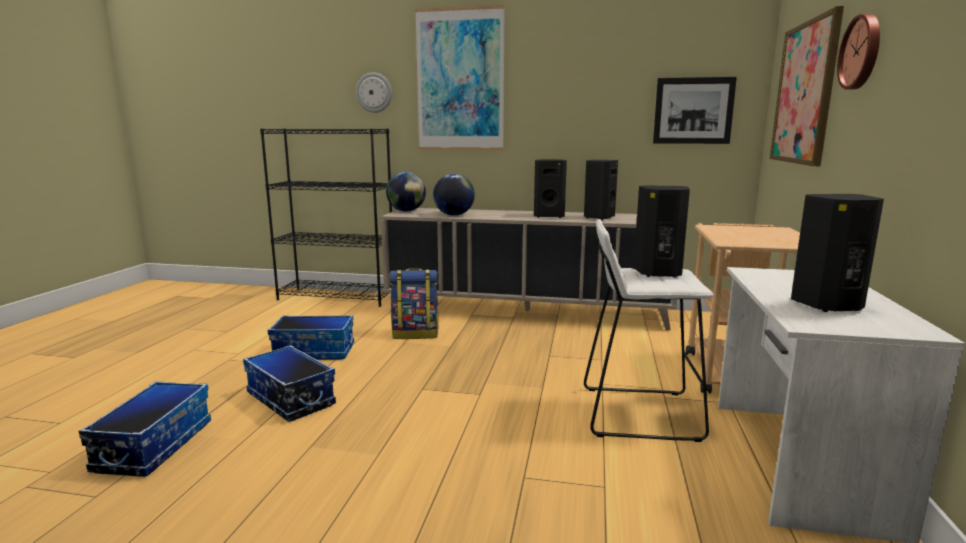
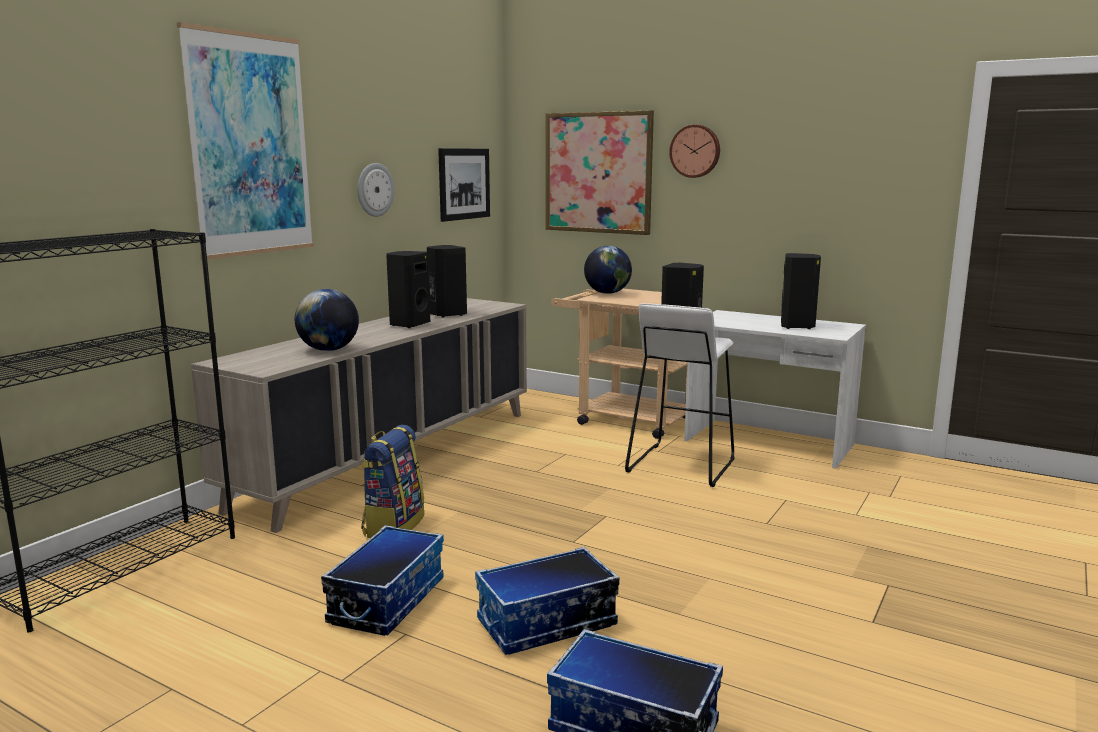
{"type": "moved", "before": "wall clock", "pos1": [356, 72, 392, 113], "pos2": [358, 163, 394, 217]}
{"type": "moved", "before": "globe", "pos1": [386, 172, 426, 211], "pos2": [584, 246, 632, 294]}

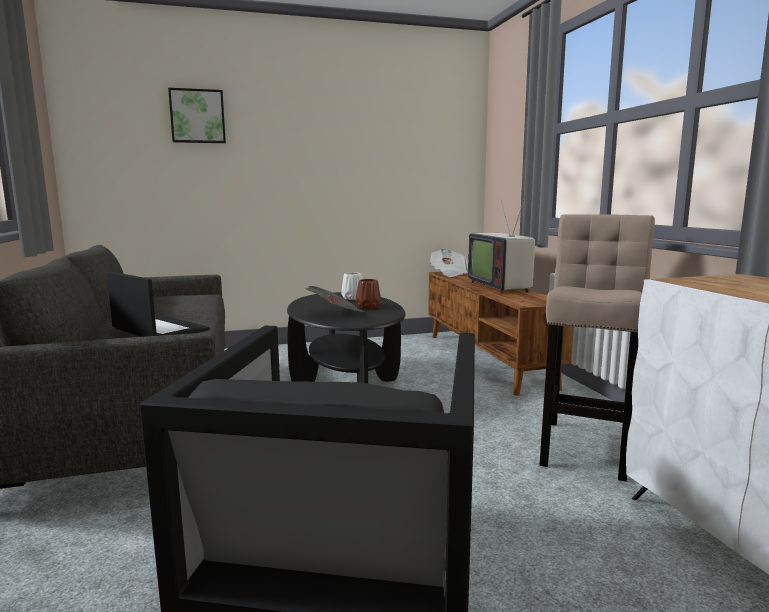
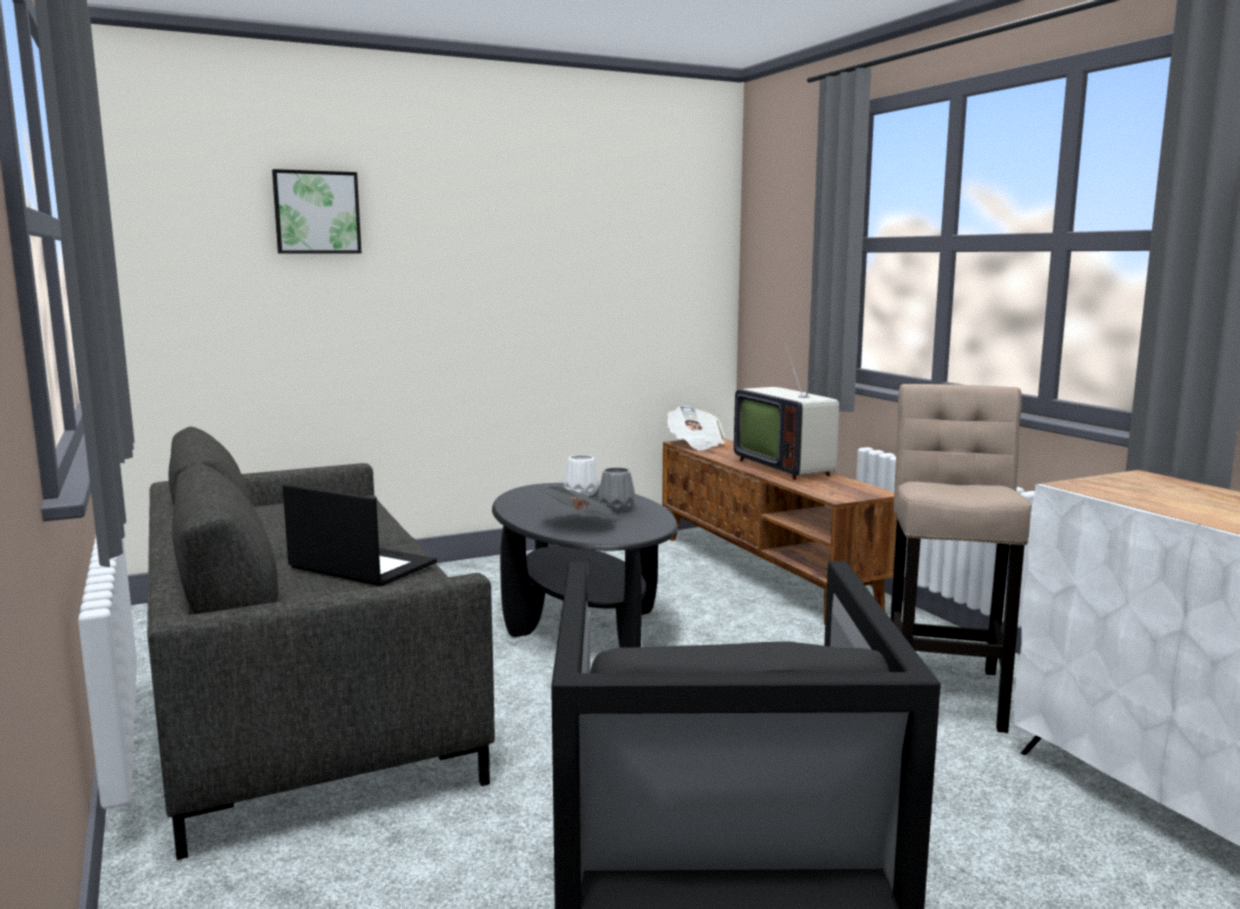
{"type": "recoloured", "before": "vase/brown", "after": "vase/grey", "pos1": [356, 279, 381, 309], "pos2": [598, 467, 635, 512]}

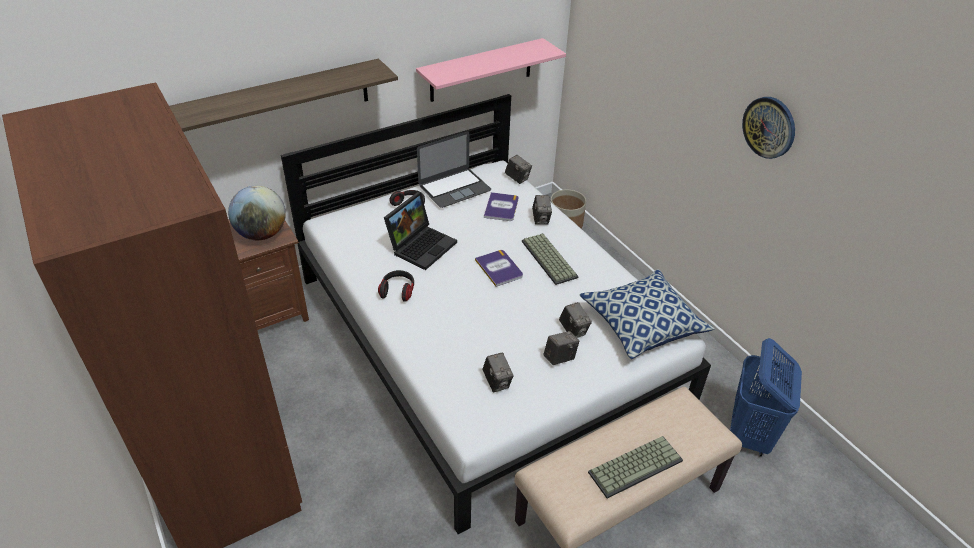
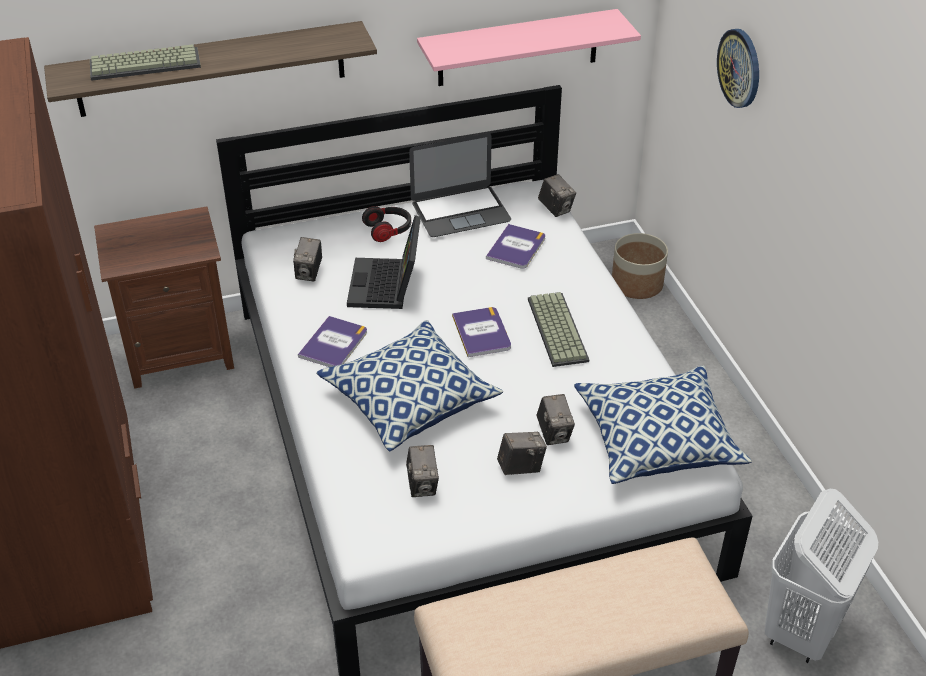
{"type": "removed", "before": "globe", "pos1": [228, 186, 286, 240]}
{"type": "added", "after": "pillow", "pos2": [316, 320, 503, 451]}
{"type": "moved", "before": "photo camera", "pos1": [532, 195, 552, 225], "pos2": [293, 237, 322, 282]}
{"type": "moved", "before": "keyboard", "pos1": [588, 436, 683, 498], "pos2": [90, 44, 201, 81]}
{"type": "moved", "before": "wall clock", "pos1": [742, 97, 795, 159], "pos2": [717, 29, 759, 108]}
{"type": "replaced", "before": "headphones", "after": "book", "pos1": [378, 270, 414, 302], "pos2": [298, 316, 367, 367]}
{"type": "recoloured", "before": "laundry basket/blue", "after": "laundry basket/white", "pos1": [730, 338, 802, 457], "pos2": [765, 489, 878, 663]}
{"type": "turned", "before": "laptop", "pos1": [384, 192, 457, 270], "pos2": [347, 215, 421, 309], "turn": 135}

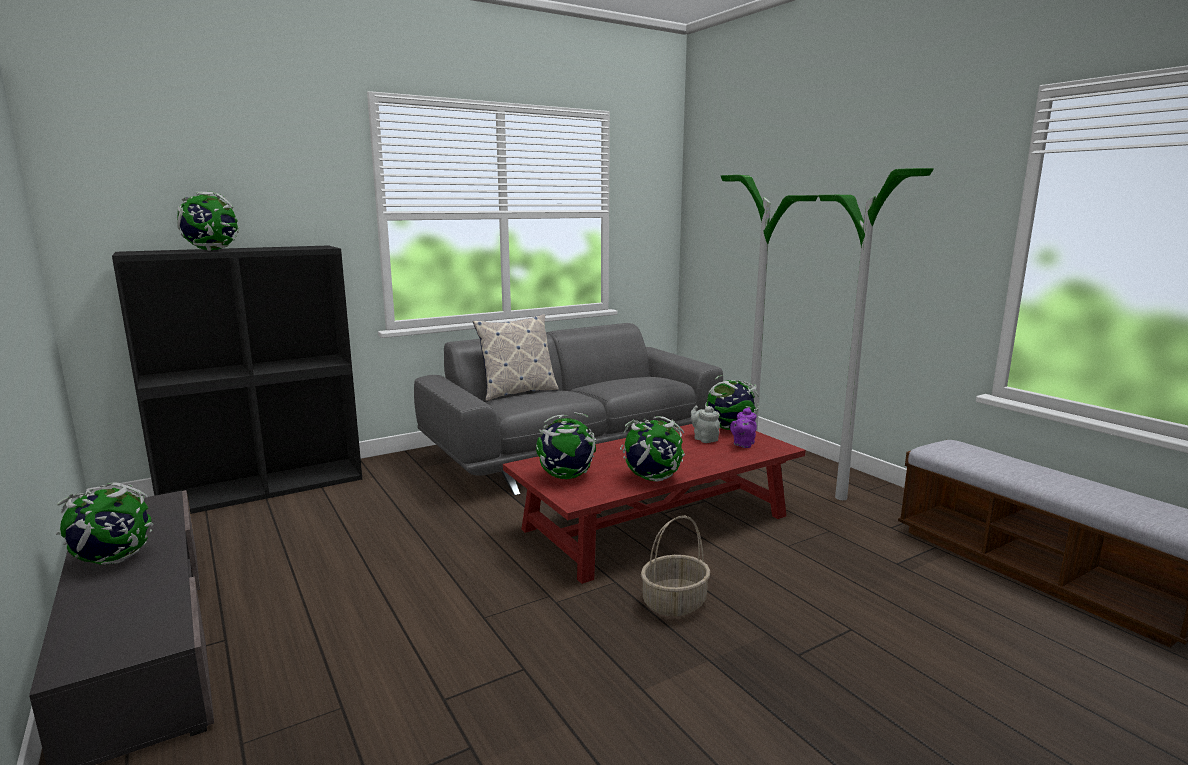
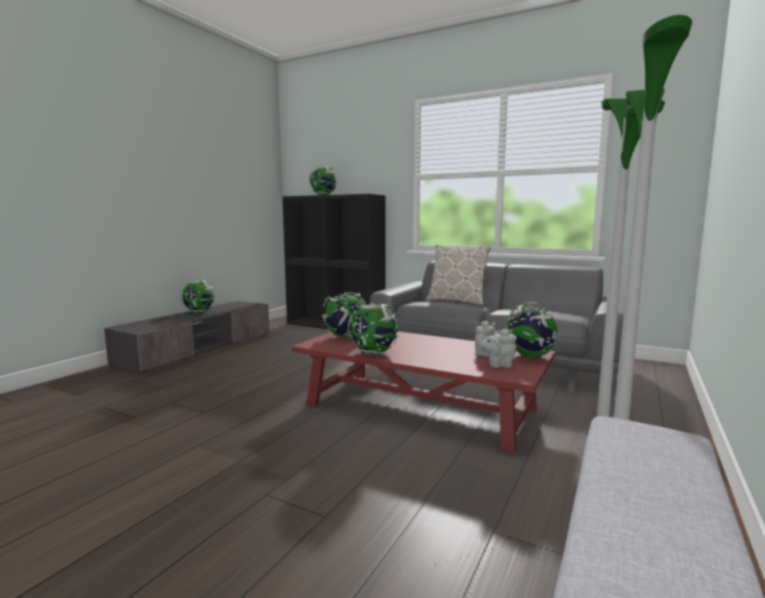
{"type": "removed", "before": "basket", "pos1": [641, 516, 710, 616]}
{"type": "recoloured", "before": "teapot/purple", "after": "teapot/grey", "pos1": [730, 407, 757, 448], "pos2": [477, 329, 517, 368]}

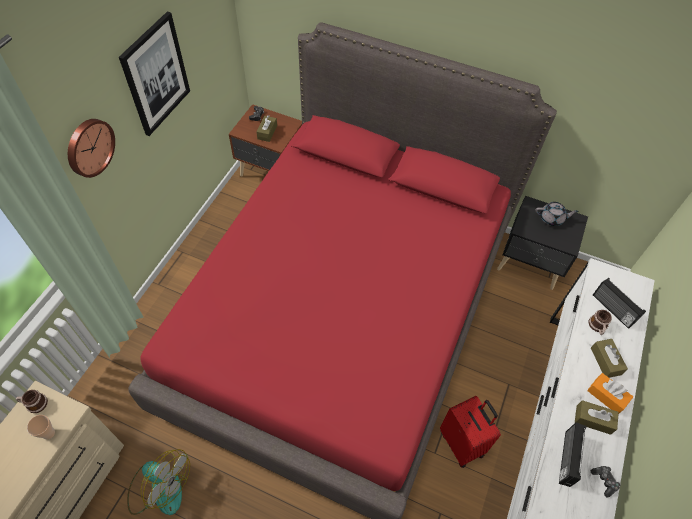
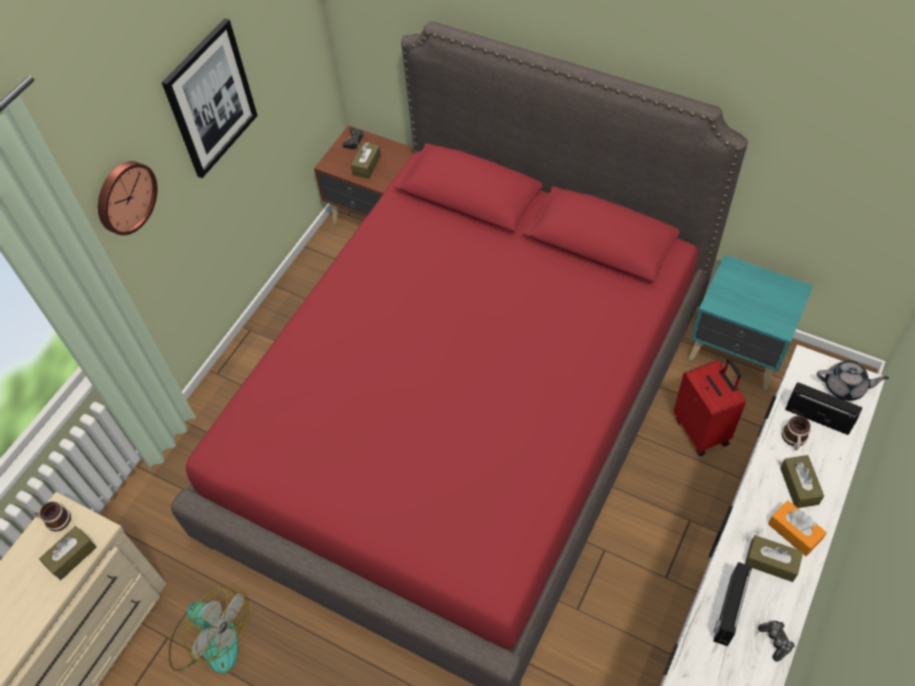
{"type": "moved", "before": "suitcase/red", "pos1": [440, 396, 501, 468], "pos2": [674, 358, 746, 456]}
{"type": "moved", "before": "teapot/grey", "pos1": [536, 202, 579, 226], "pos2": [817, 360, 889, 401]}
{"type": "replaced", "before": "cup", "after": "tissue box/brown", "pos1": [27, 415, 55, 439], "pos2": [39, 526, 97, 580]}
{"type": "recoloured", "before": "nightstand/black", "after": "nightstand/turquoise", "pos1": [497, 196, 588, 290], "pos2": [688, 255, 813, 390]}
{"type": "turned", "before": "radio", "pos1": [593, 278, 646, 329], "pos2": [785, 382, 862, 435], "turn": 150}

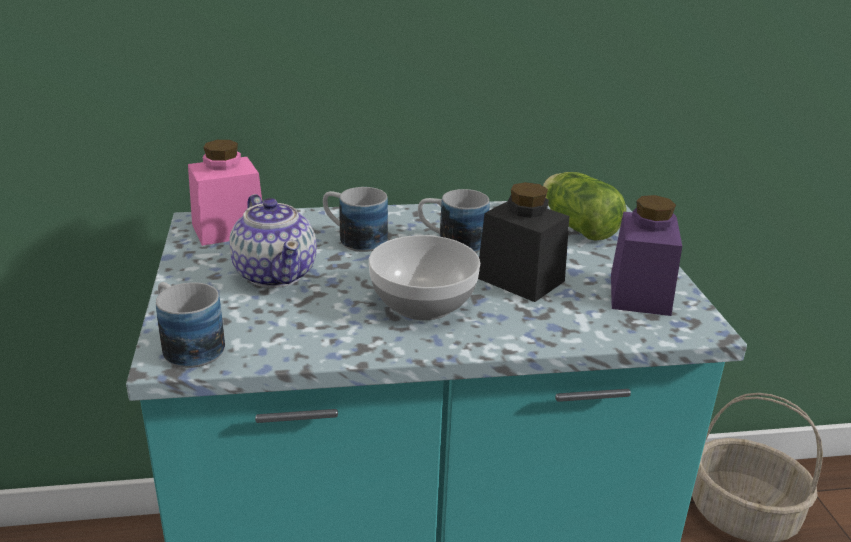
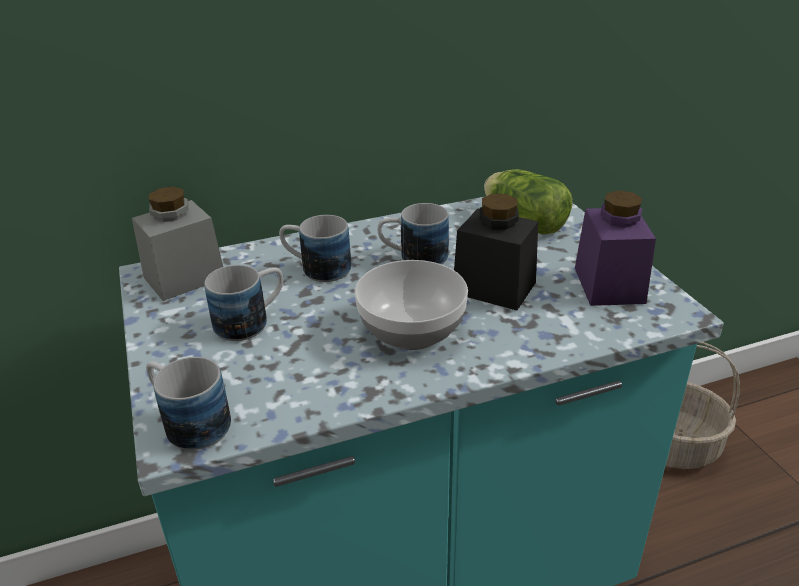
{"type": "replaced", "before": "teapot", "after": "mug", "pos1": [229, 194, 317, 288], "pos2": [204, 265, 283, 341]}
{"type": "recoloured", "before": "jar/pink", "after": "jar/grey", "pos1": [188, 140, 262, 246], "pos2": [132, 187, 223, 301]}

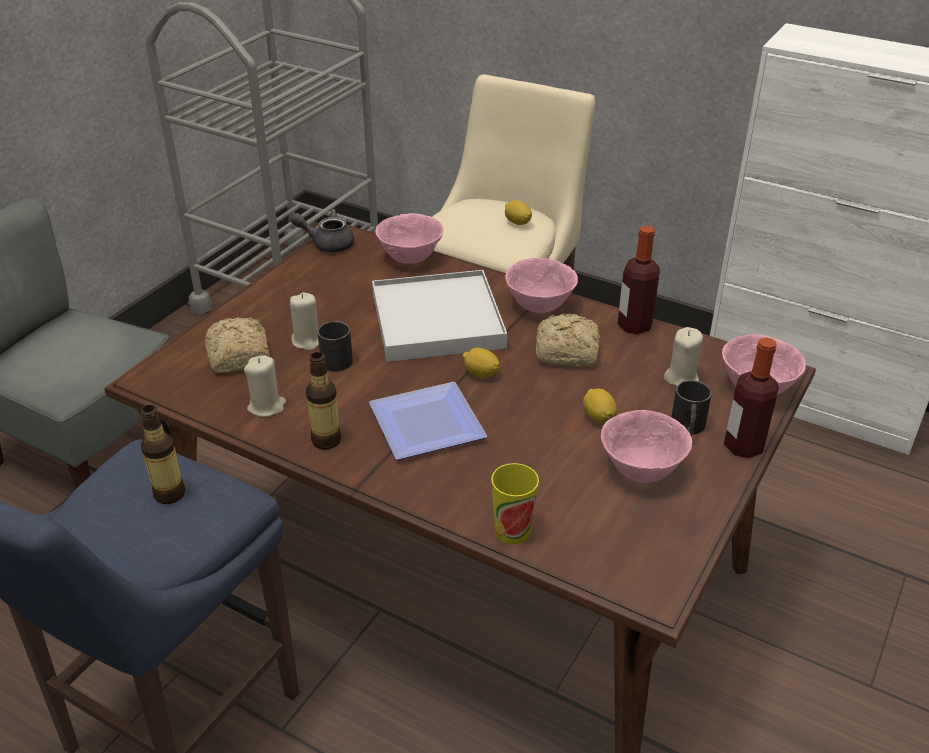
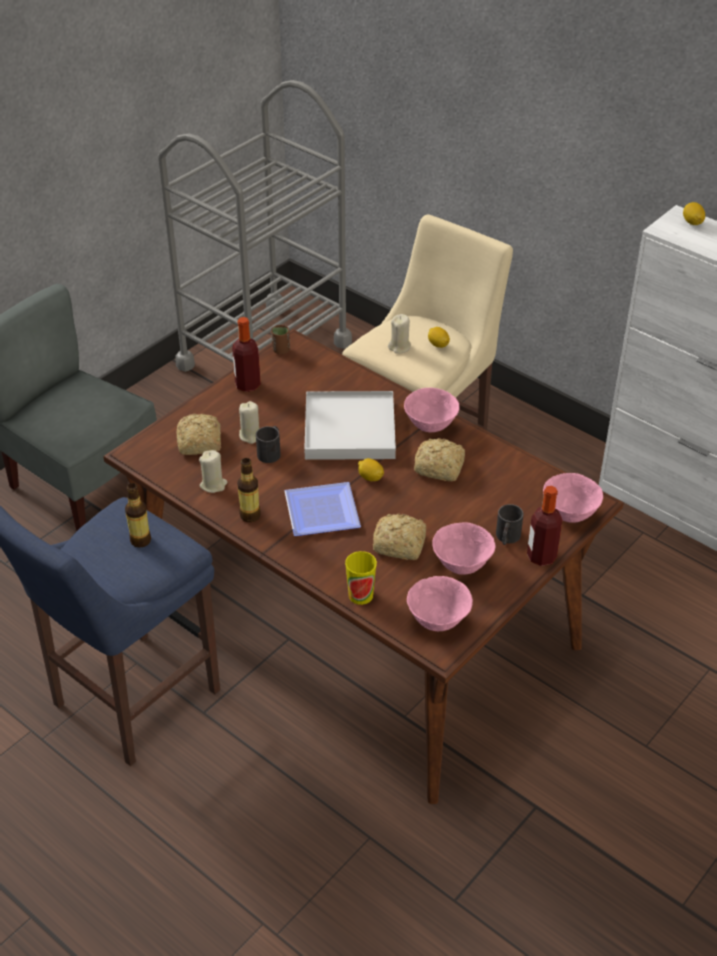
{"type": "added", "after": "bread", "pos2": [373, 514, 426, 560]}
{"type": "moved", "before": "bowl/pink", "pos1": [375, 213, 444, 264], "pos2": [407, 576, 473, 631]}
{"type": "moved", "before": "lemon", "pos1": [583, 389, 617, 424], "pos2": [683, 202, 705, 225]}
{"type": "moved", "before": "bottle", "pos1": [617, 225, 660, 335], "pos2": [232, 317, 261, 392]}
{"type": "moved", "before": "candle/beige", "pos1": [664, 327, 703, 387], "pos2": [388, 314, 411, 354]}
{"type": "replaced", "before": "teapot/grey", "after": "cup/brown", "pos1": [290, 209, 354, 252], "pos2": [271, 325, 290, 355]}

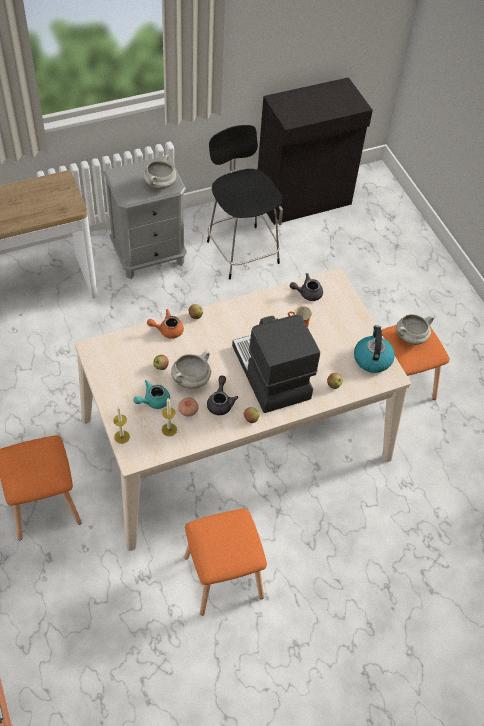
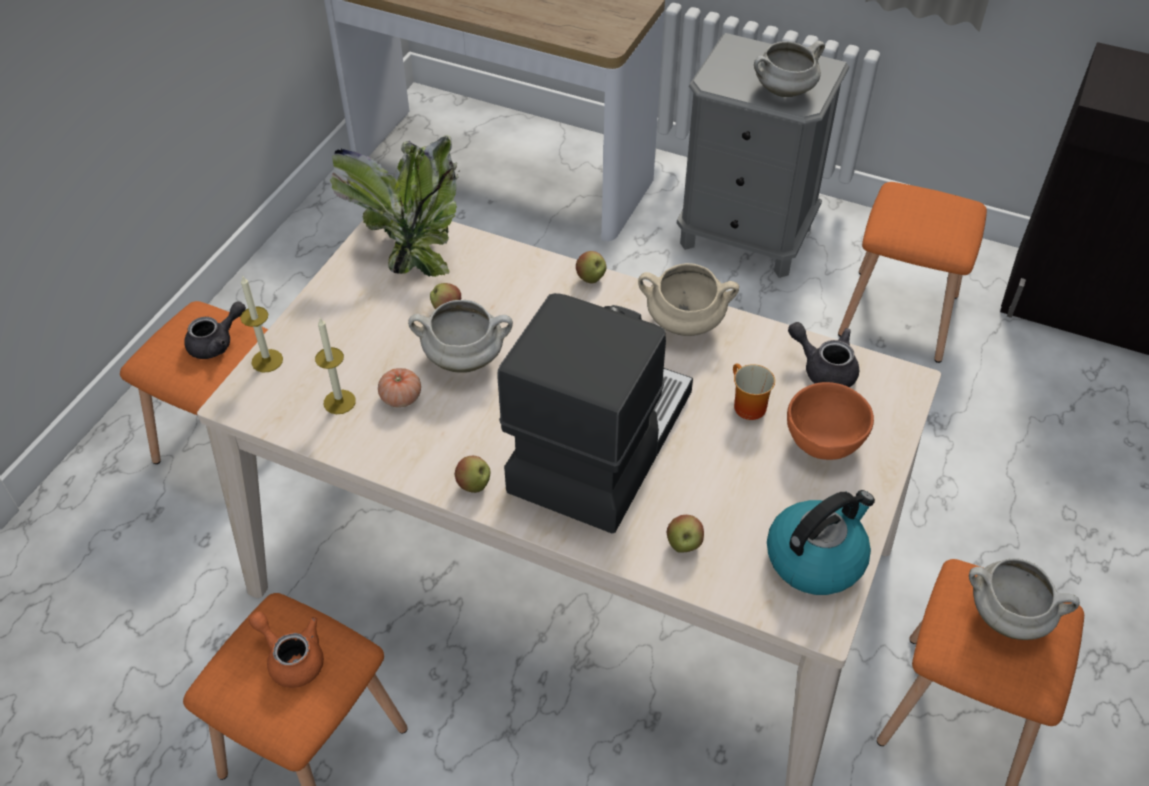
{"type": "removed", "before": "teapot/turquoise", "pos1": [133, 380, 170, 409]}
{"type": "added", "after": "potted plant", "pos2": [330, 135, 460, 277]}
{"type": "added", "after": "cooking pot/beige", "pos2": [638, 263, 739, 336]}
{"type": "added", "after": "bowl/orange", "pos2": [787, 382, 874, 460]}
{"type": "moved", "before": "teapot/orange", "pos1": [147, 309, 184, 339], "pos2": [249, 611, 324, 688]}
{"type": "moved", "before": "teapot/grey", "pos1": [207, 376, 238, 415], "pos2": [184, 301, 246, 359]}
{"type": "replaced", "before": "chair/black", "after": "stool/orange", "pos1": [207, 125, 282, 279], "pos2": [838, 182, 987, 363]}

